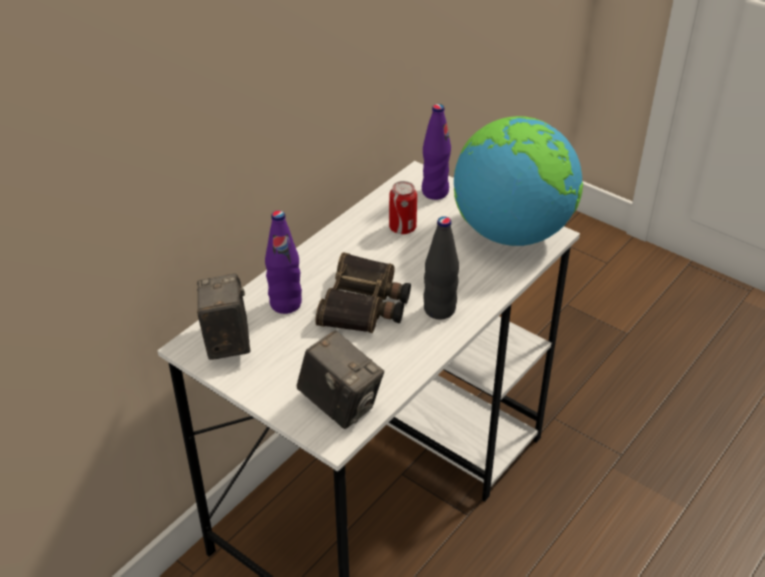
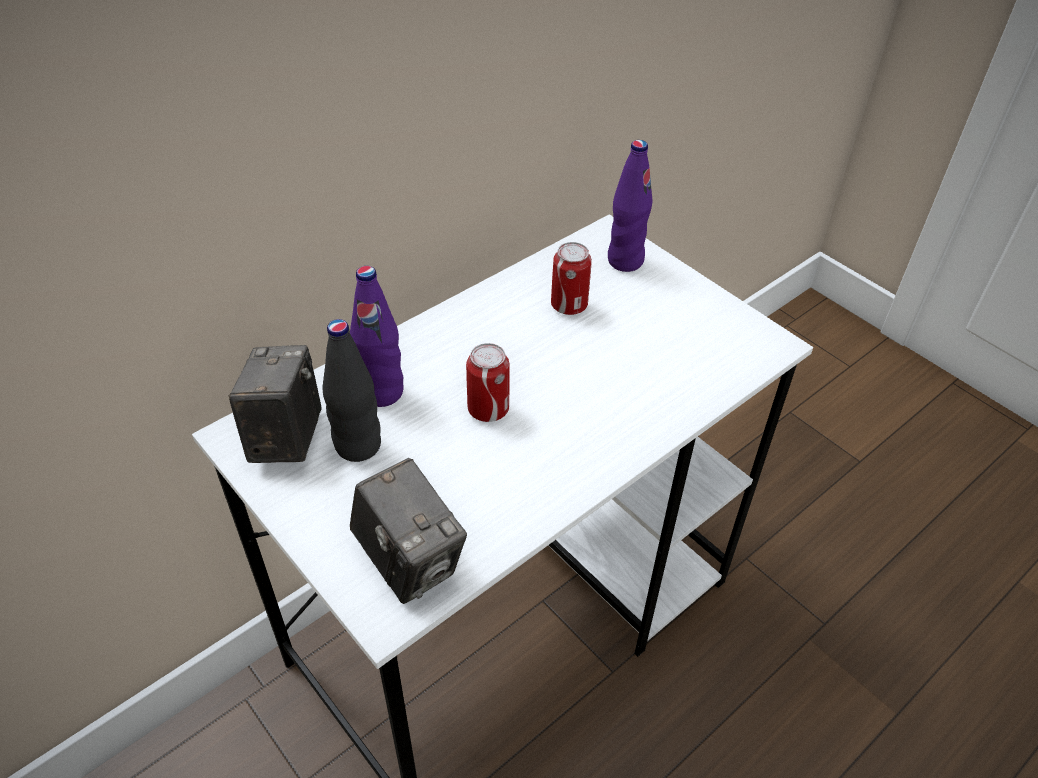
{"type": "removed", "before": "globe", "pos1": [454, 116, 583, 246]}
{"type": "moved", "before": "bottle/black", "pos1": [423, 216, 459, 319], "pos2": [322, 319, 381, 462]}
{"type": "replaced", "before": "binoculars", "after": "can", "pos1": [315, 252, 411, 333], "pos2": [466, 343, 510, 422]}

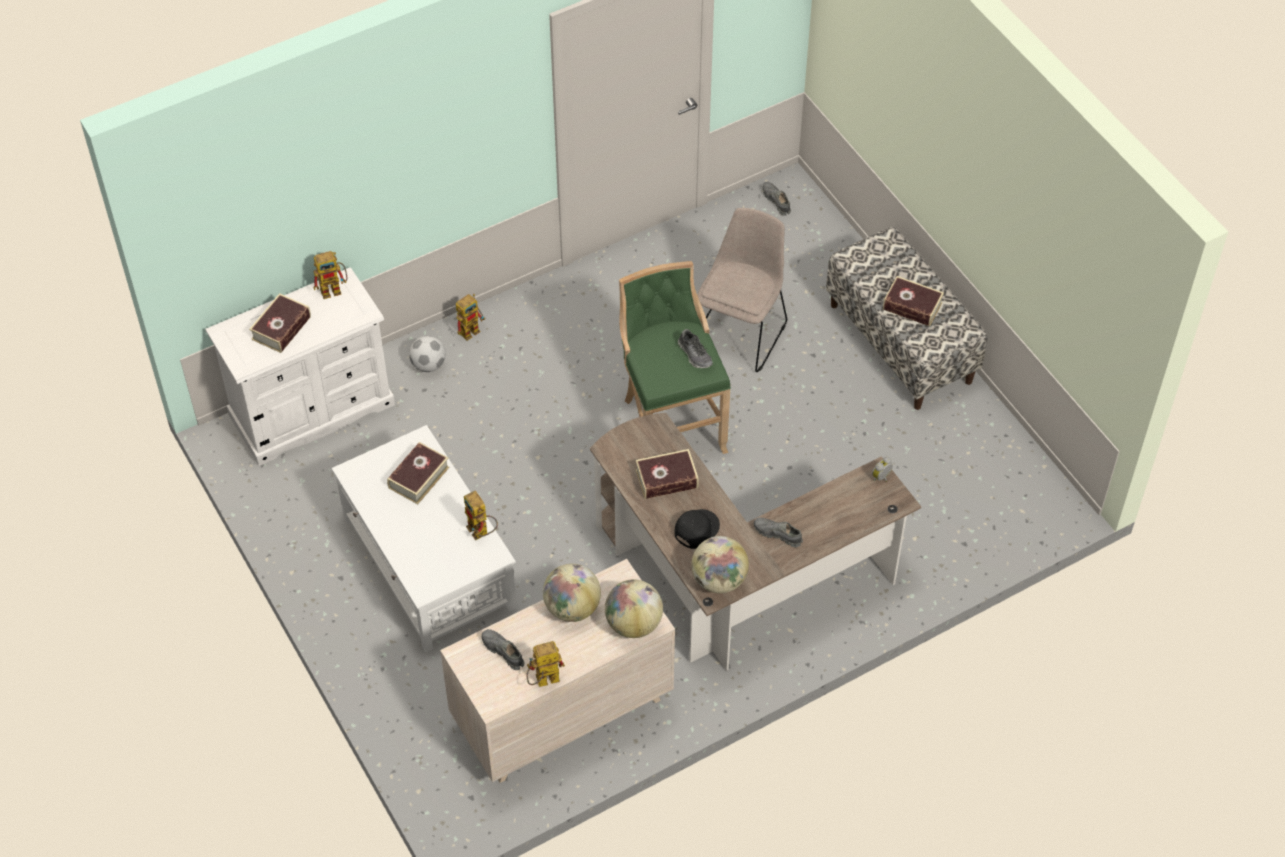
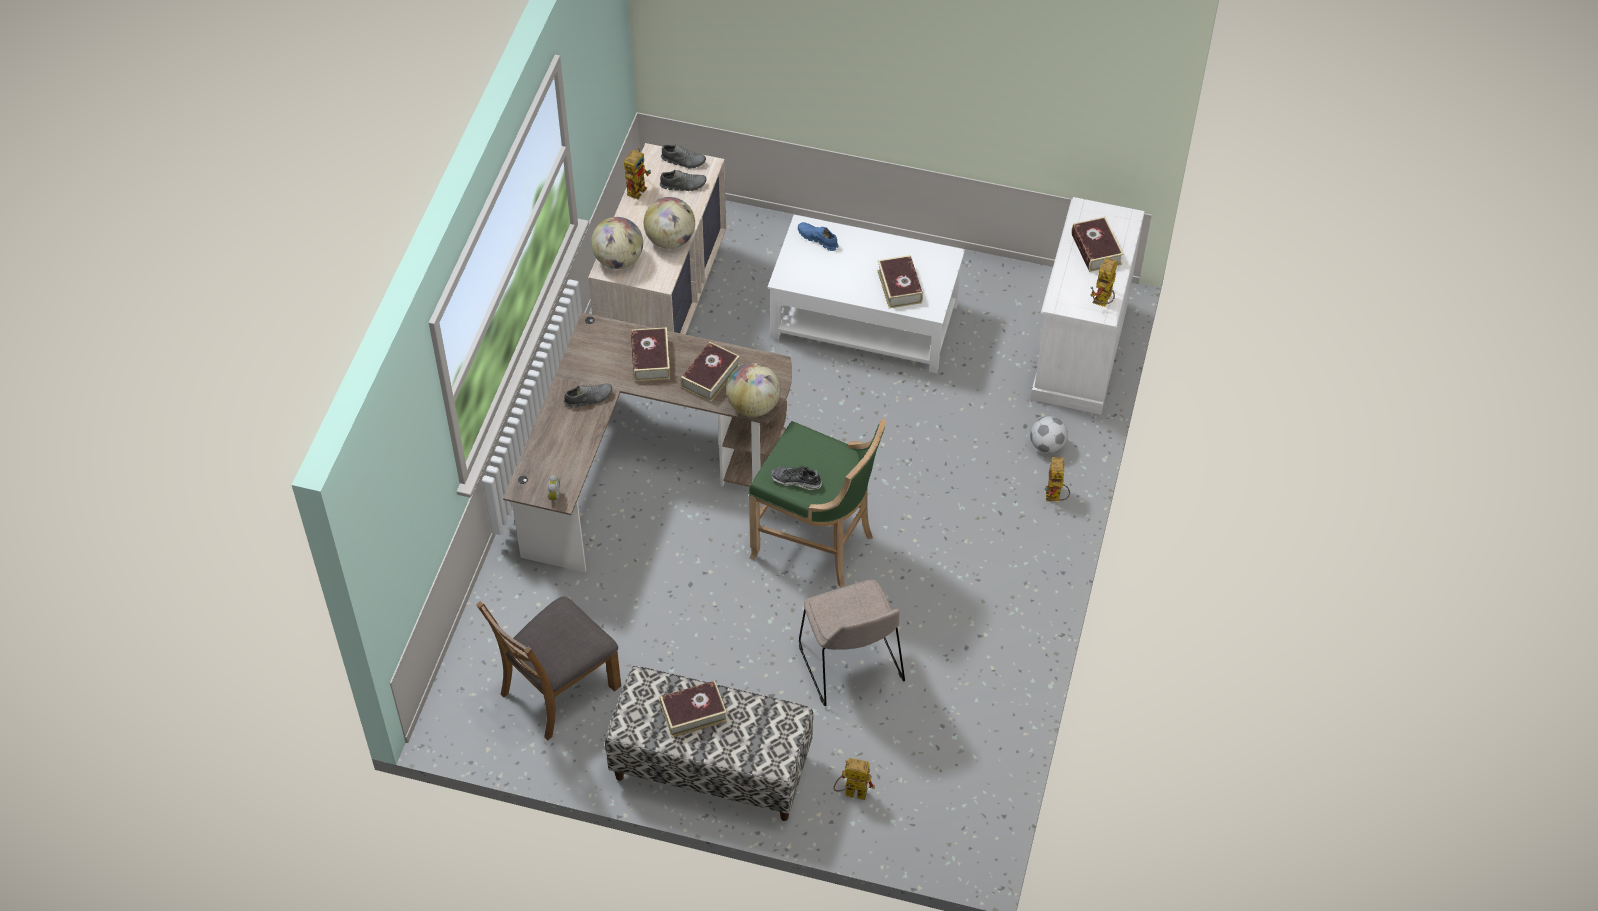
{"type": "added", "after": "chair/brown", "pos2": [476, 596, 621, 740]}
{"type": "added", "after": "shoe/blue", "pos2": [798, 222, 839, 251]}
{"type": "moved", "before": "toy robot", "pos1": [464, 491, 498, 540], "pos2": [833, 758, 875, 800]}
{"type": "moved", "before": "globe", "pos1": [691, 536, 749, 593], "pos2": [726, 363, 780, 417]}
{"type": "moved", "before": "shoe/grey", "pos1": [762, 182, 791, 216], "pos2": [661, 144, 706, 169]}
{"type": "replaced", "before": "cap/black", "after": "book", "pos1": [674, 509, 720, 549], "pos2": [631, 327, 670, 381]}

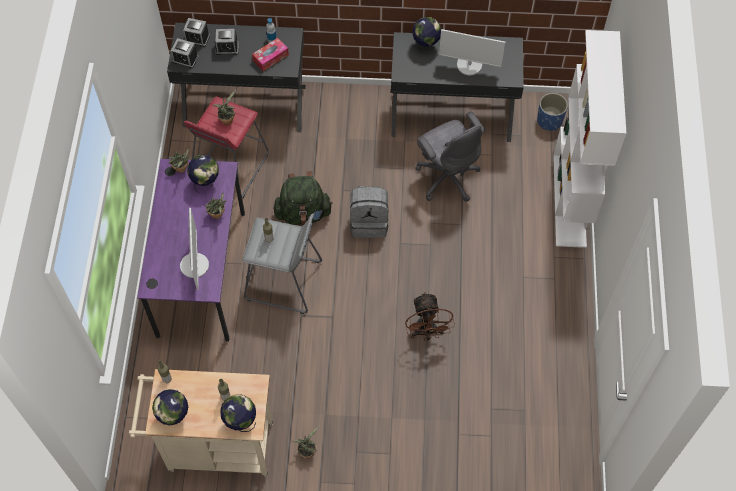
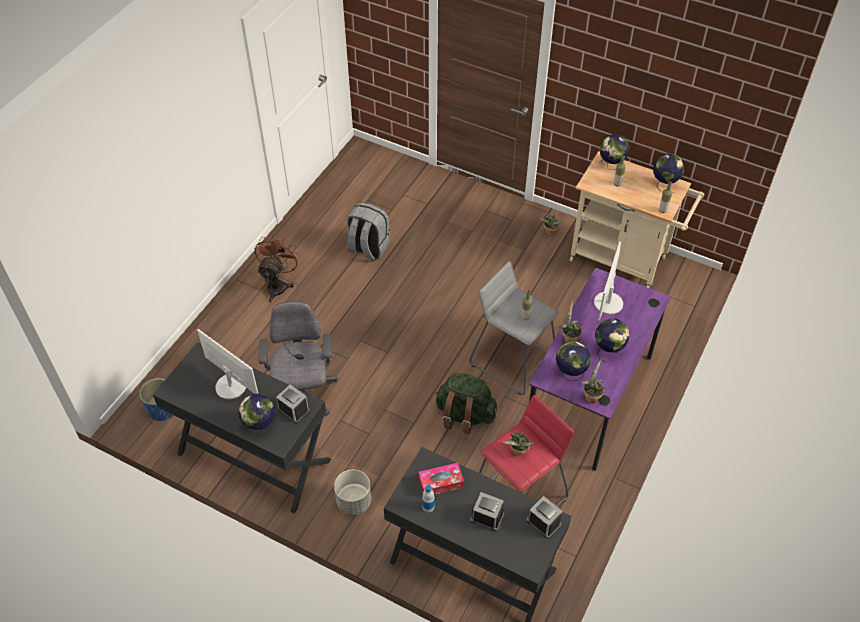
{"type": "removed", "before": "bookcase/white", "pos1": [553, 30, 626, 248]}
{"type": "added", "after": "planter/grey", "pos2": [334, 470, 371, 515]}
{"type": "added", "after": "globe", "pos2": [595, 318, 630, 362]}
{"type": "moved", "before": "alarm clock", "pos1": [183, 18, 210, 47], "pos2": [276, 384, 310, 423]}
{"type": "moved", "before": "backpack/grey", "pos1": [350, 186, 388, 238], "pos2": [347, 202, 390, 261]}
{"type": "moved", "before": "fan/brown", "pos1": [405, 292, 455, 341], "pos2": [255, 234, 300, 303]}

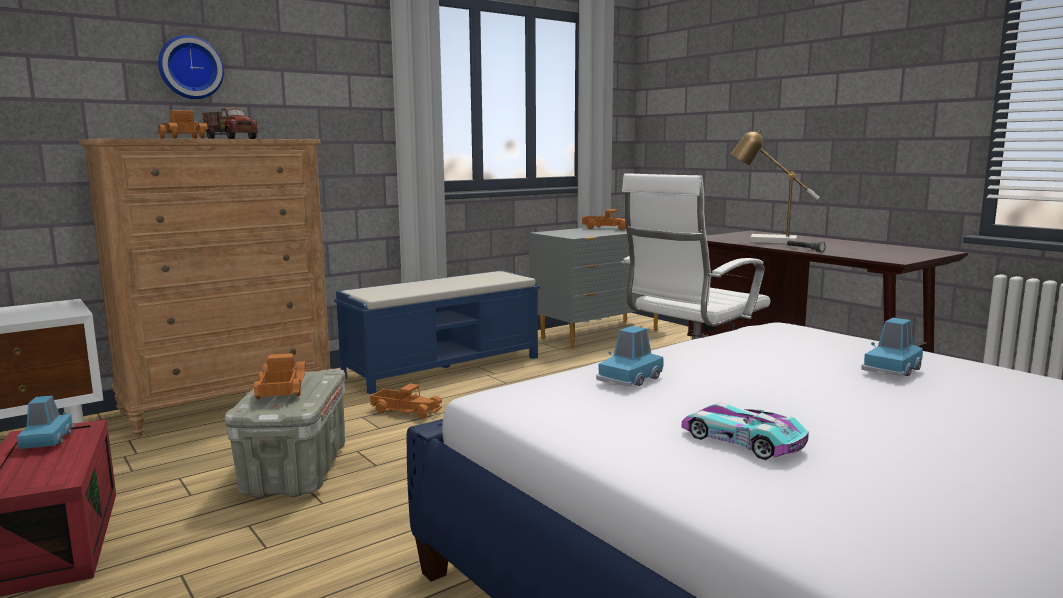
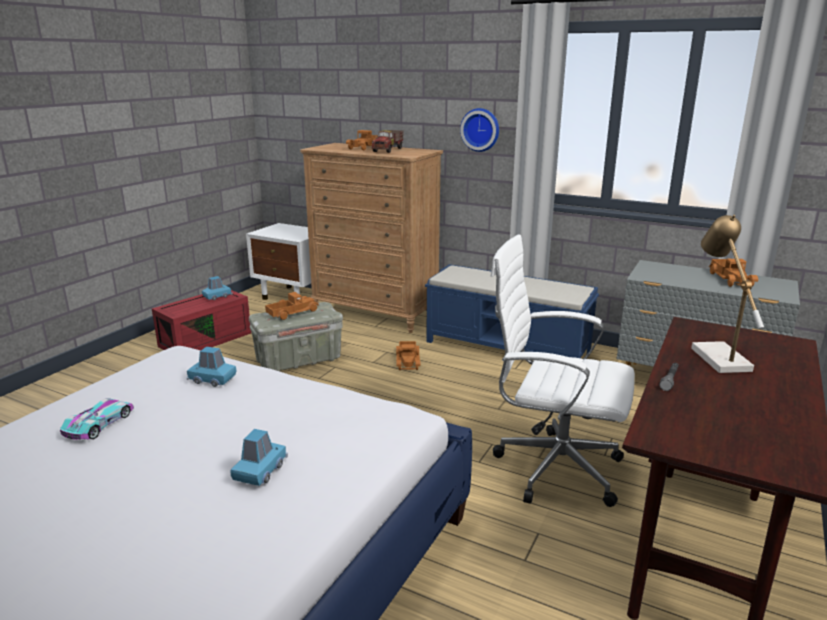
{"type": "moved", "before": "wall clock", "pos1": [158, 35, 224, 99], "pos2": [460, 108, 499, 152]}
{"type": "turned", "before": "toy car/blue", "pos1": [862, 318, 923, 376], "pos2": [231, 429, 288, 486], "turn": 90}

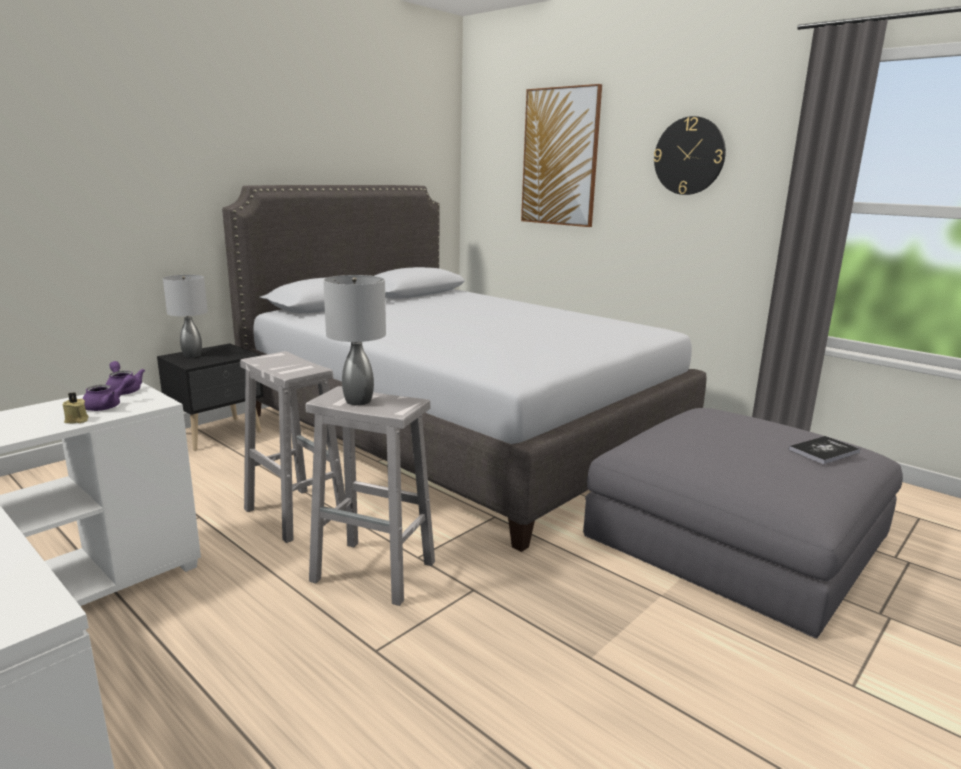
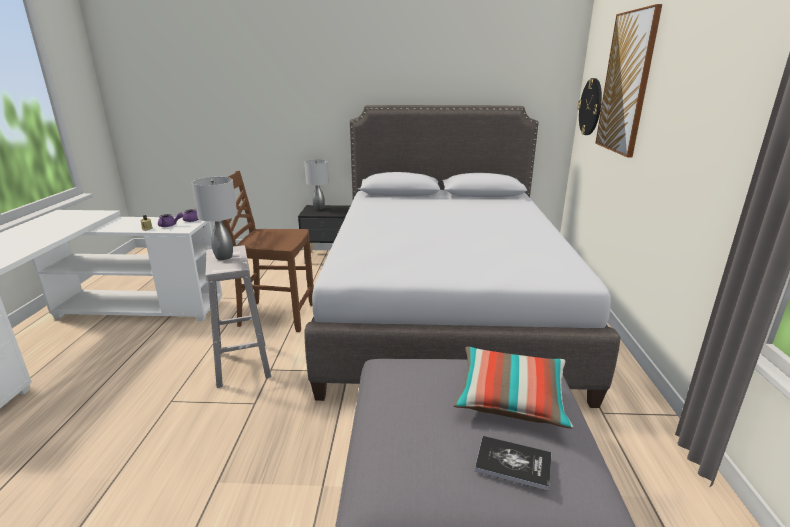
{"type": "added", "after": "pillow", "pos2": [454, 346, 573, 428]}
{"type": "moved", "before": "wall clock", "pos1": [654, 116, 726, 195], "pos2": [578, 78, 602, 135]}
{"type": "replaced", "before": "stool/white", "after": "chair/brown", "pos1": [240, 351, 346, 543], "pos2": [222, 171, 314, 332]}

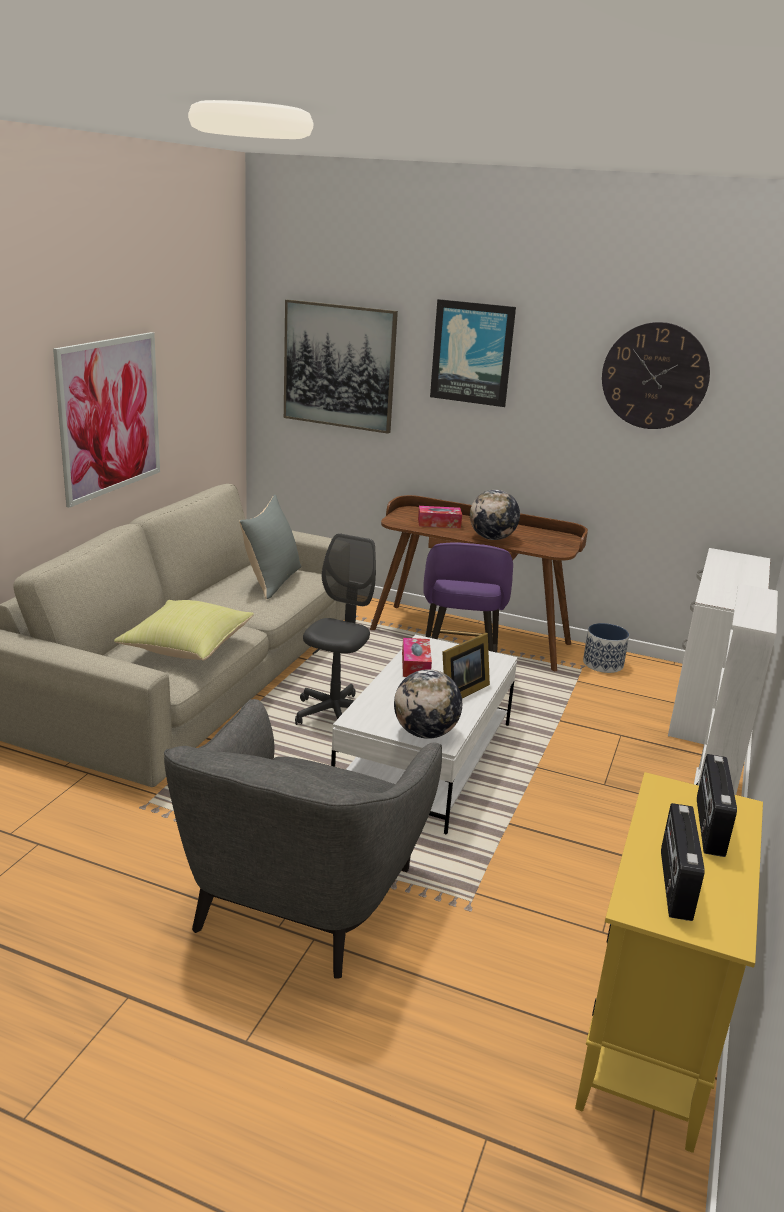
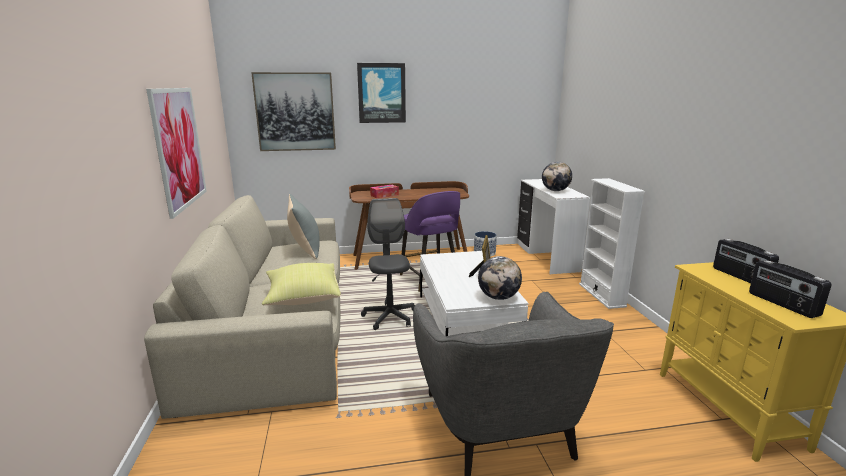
{"type": "removed", "before": "tissue box", "pos1": [402, 638, 432, 677]}
{"type": "removed", "before": "wall clock", "pos1": [602, 322, 710, 429]}
{"type": "moved", "before": "globe", "pos1": [470, 490, 520, 540], "pos2": [542, 161, 572, 191]}

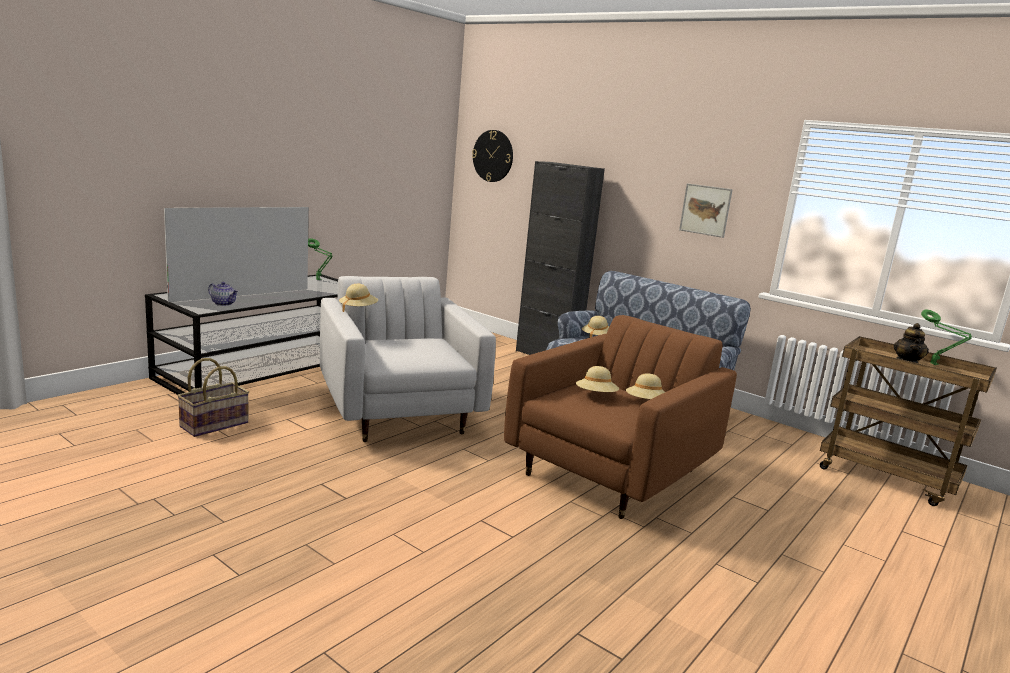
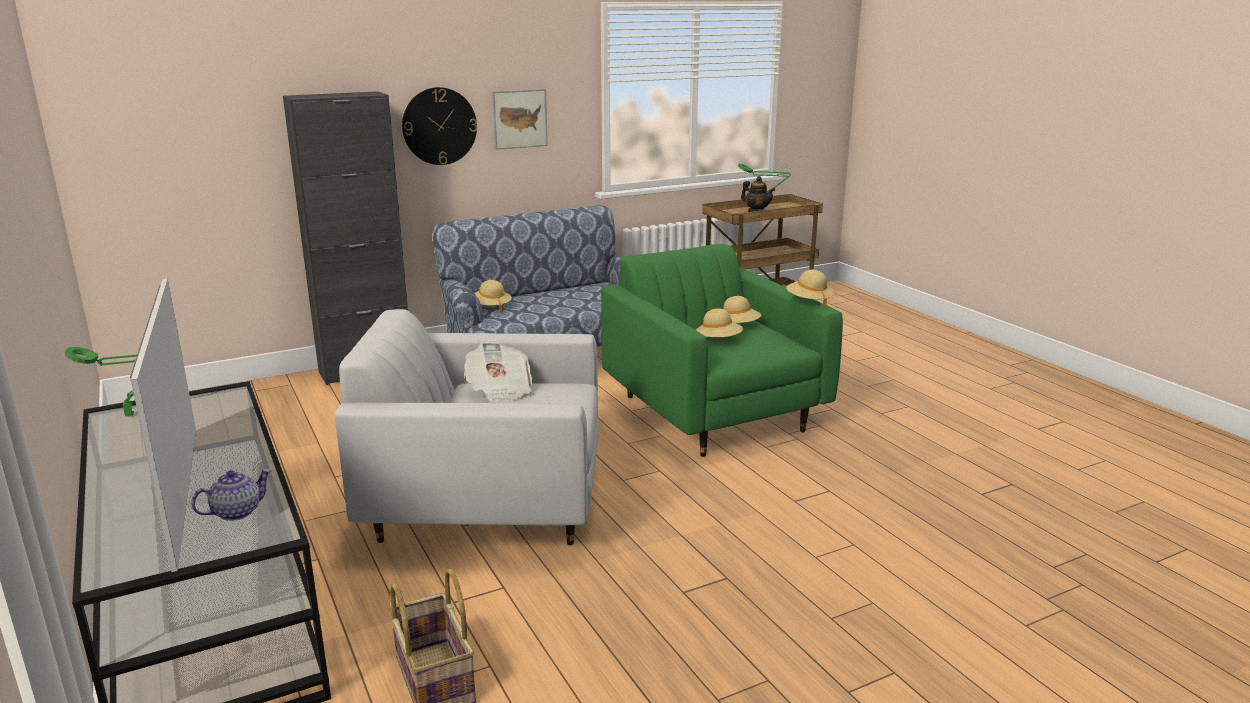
{"type": "added", "after": "newspaper", "pos2": [464, 341, 532, 403]}
{"type": "moved", "before": "hat/beige", "pos1": [339, 284, 378, 312], "pos2": [786, 270, 834, 308]}
{"type": "moved", "before": "wall clock", "pos1": [472, 130, 513, 182], "pos2": [402, 87, 477, 165]}
{"type": "recoloured", "before": "armchair/brown", "after": "armchair/green", "pos1": [504, 315, 737, 519], "pos2": [601, 244, 843, 457]}

